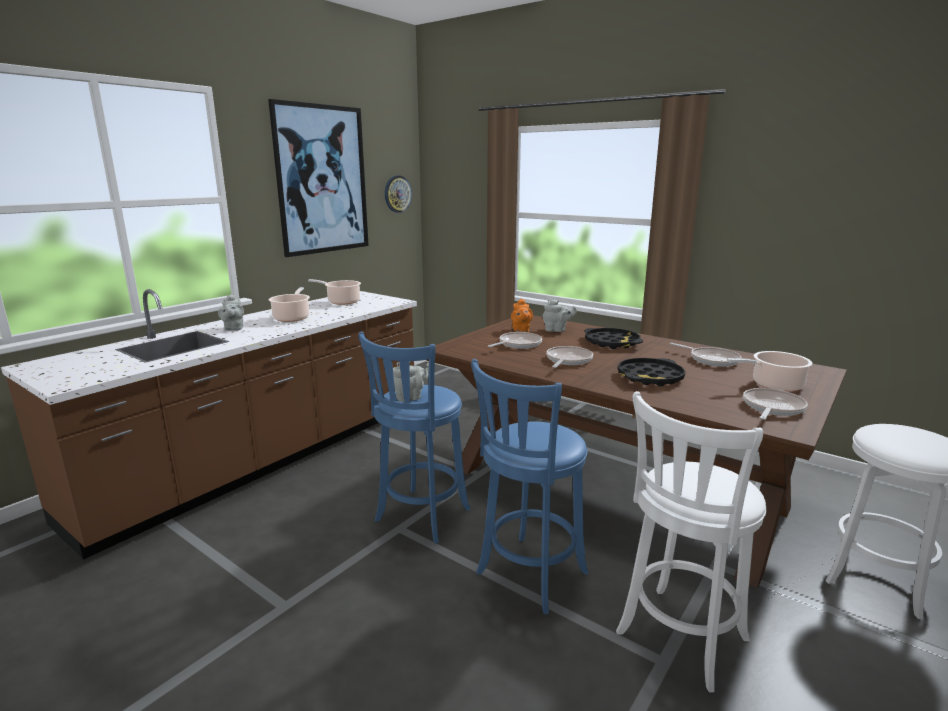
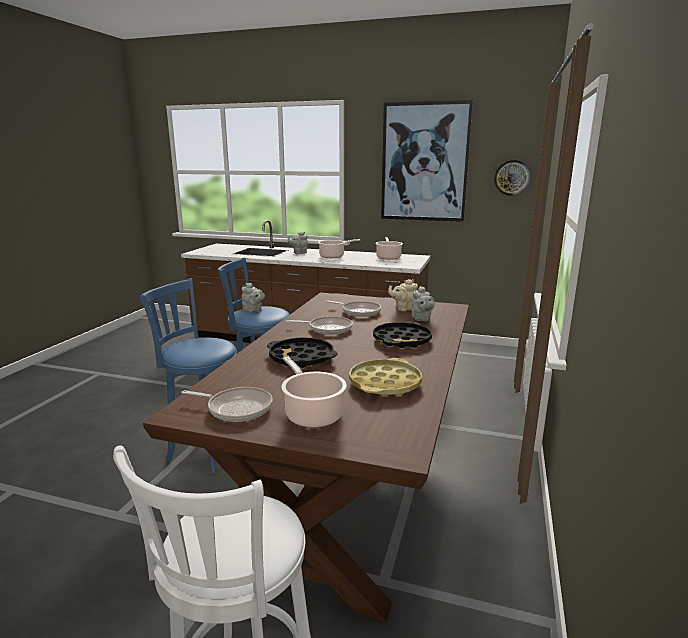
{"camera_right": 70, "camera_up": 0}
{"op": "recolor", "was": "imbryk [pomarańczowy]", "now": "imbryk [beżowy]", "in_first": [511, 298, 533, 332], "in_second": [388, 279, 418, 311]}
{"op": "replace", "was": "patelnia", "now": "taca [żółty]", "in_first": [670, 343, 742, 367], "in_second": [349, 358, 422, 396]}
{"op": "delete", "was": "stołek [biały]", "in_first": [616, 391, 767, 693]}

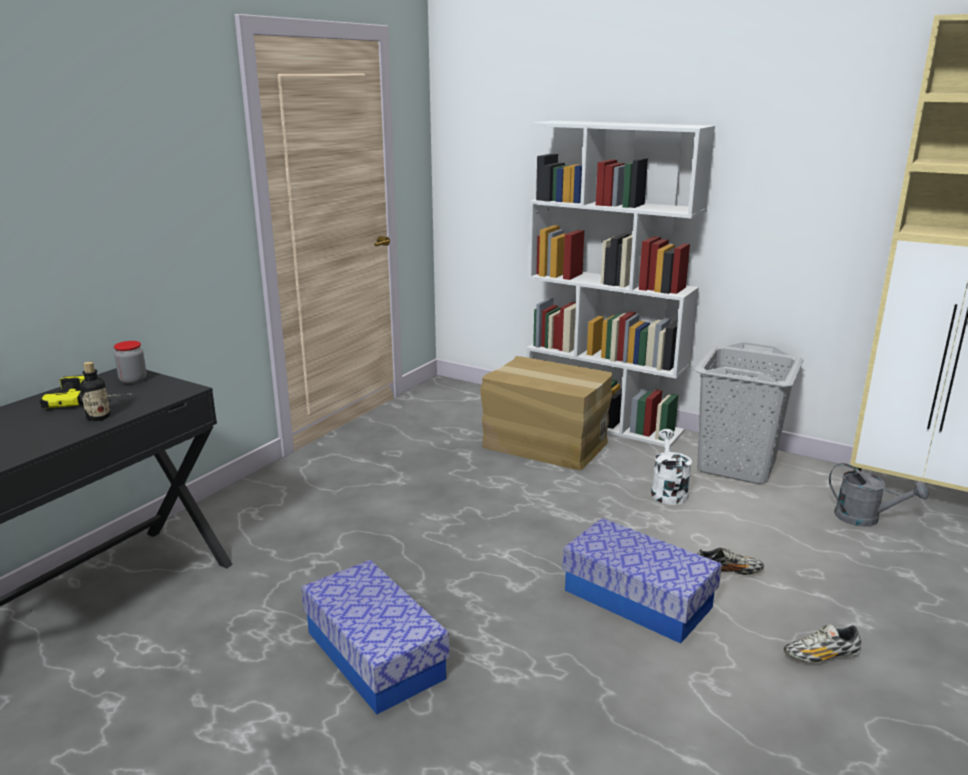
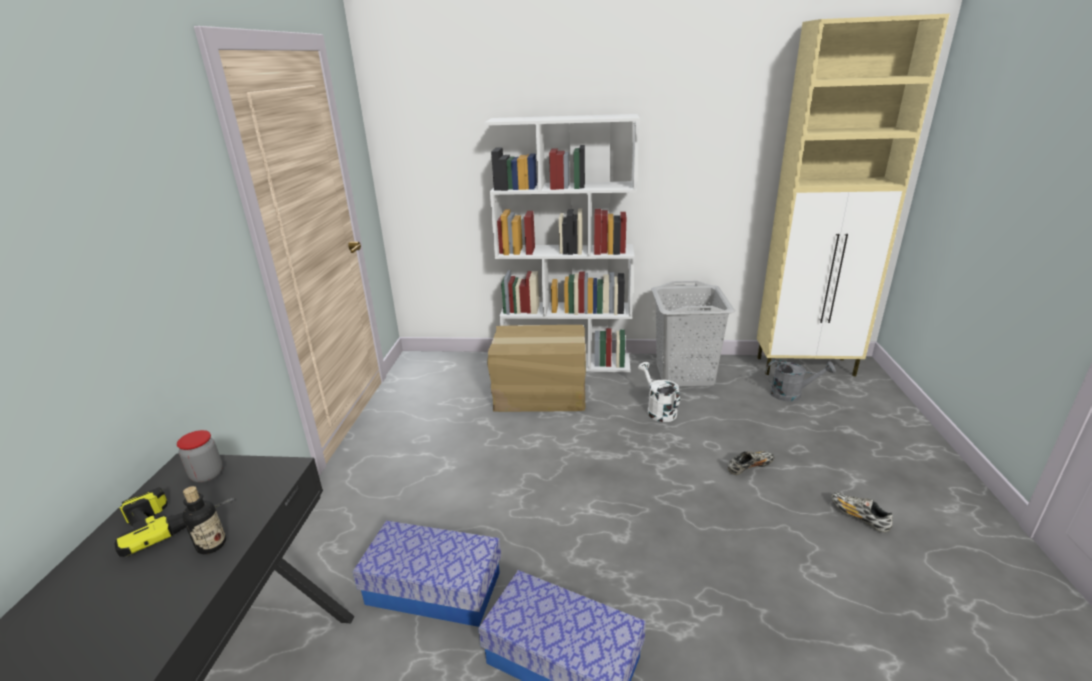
{"camera_right": -25, "camera_up": 5}
{"op": "move", "was": "pojemnik do przechowywania", "in_first": [562, 518, 722, 644], "in_second": [353, 521, 501, 627]}
{"op": "rotate", "was": "but", "in_first": [784, 624, 861, 663], "in_second": [831, 492, 893, 532], "clockwise": 90}

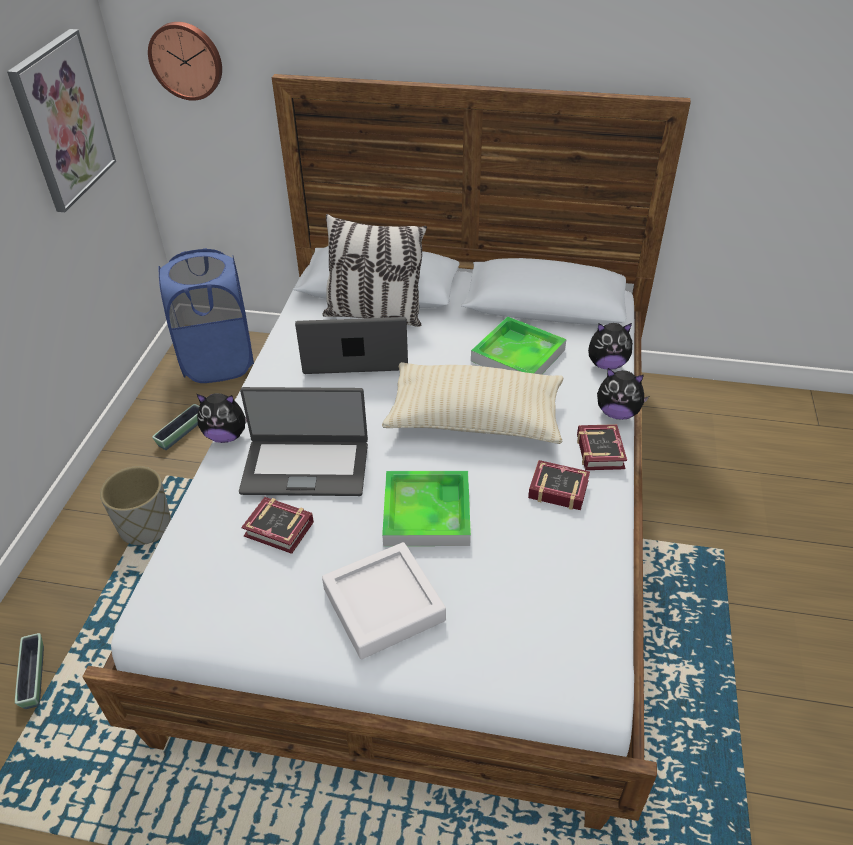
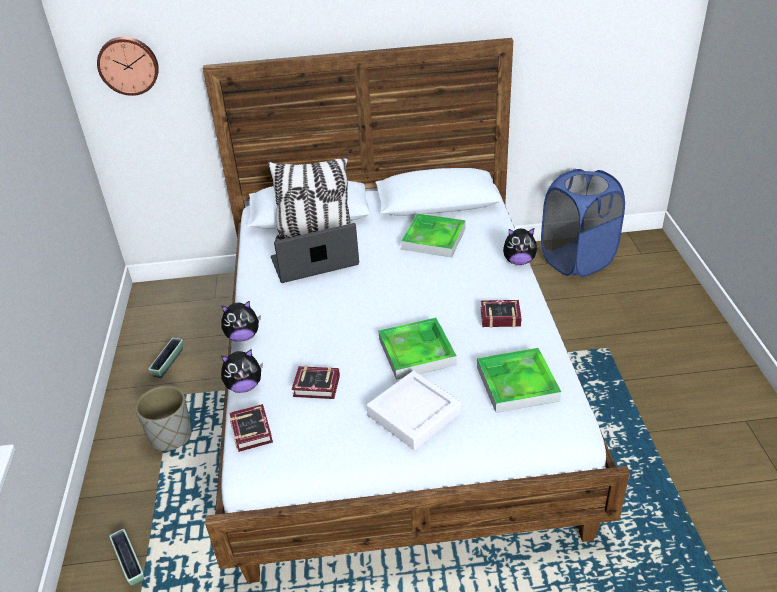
{"camera_right": -15, "camera_up": -5}
{"op": "delete", "was": "obraz", "in_first": [7, 29, 116, 212]}
{"op": "move", "was": "kosz na pranie [niebieski]", "in_first": [159, 248, 254, 383], "in_second": [541, 169, 625, 277]}
{"op": "move", "was": "pluszak", "in_first": [588, 323, 633, 370], "in_second": [221, 349, 263, 393]}
{"op": "delete", "was": "poduszka [beżowy]", "in_first": [382, 362, 563, 444]}
{"op": "delete", "was": "laptop", "in_first": [239, 387, 368, 496]}
{"op": "move", "was": "książka", "in_first": [577, 424, 627, 470], "in_second": [230, 404, 273, 452]}
{"op": "insert", "now": "taca", "in_second": [477, 348, 561, 413]}

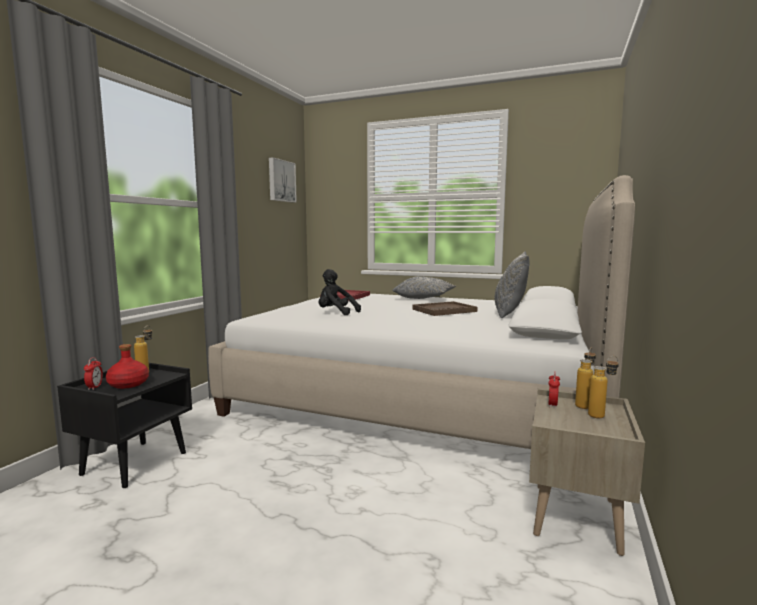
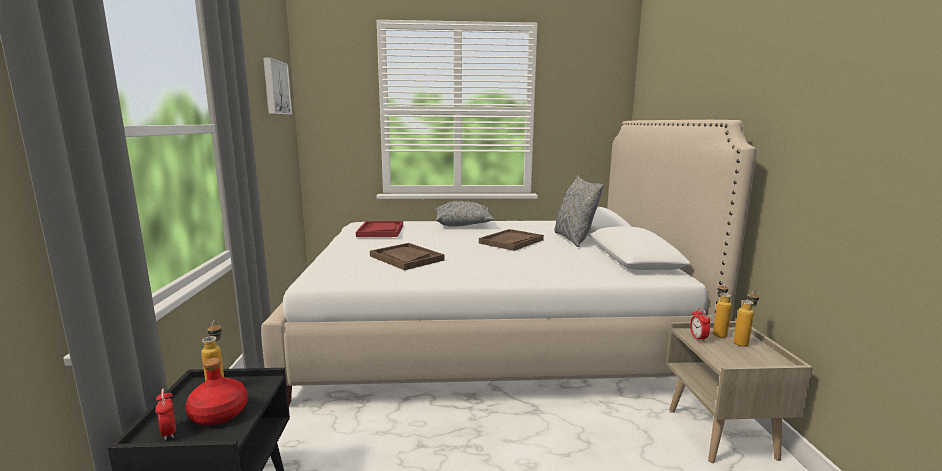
{"camera_right": -25, "camera_up": 5}
{"op": "replace", "was": "pluszak [czarny]", "now": "taca [brązowy]", "in_first": [319, 269, 361, 315], "in_second": [370, 243, 445, 270]}

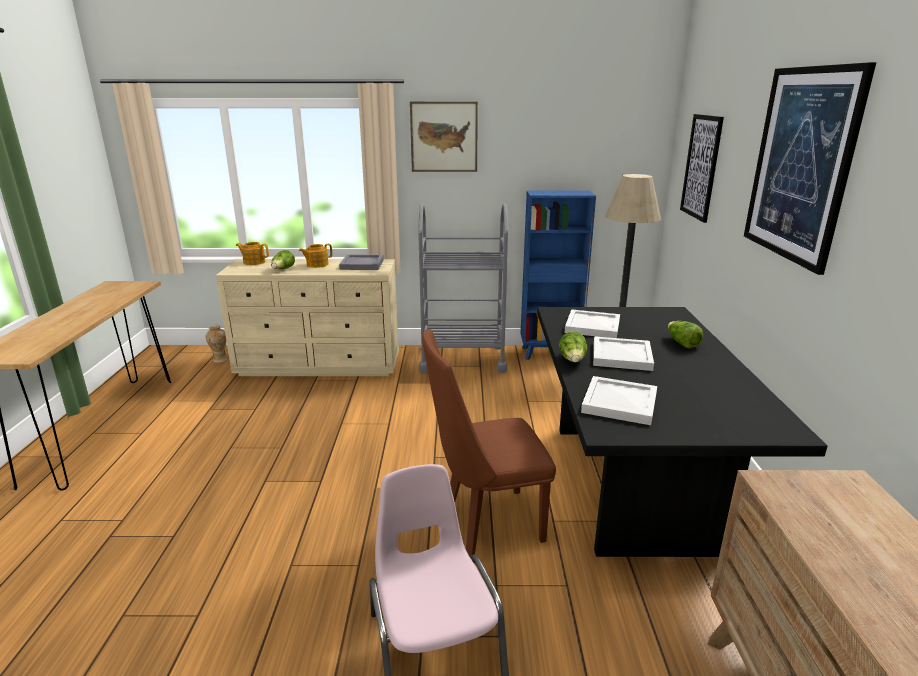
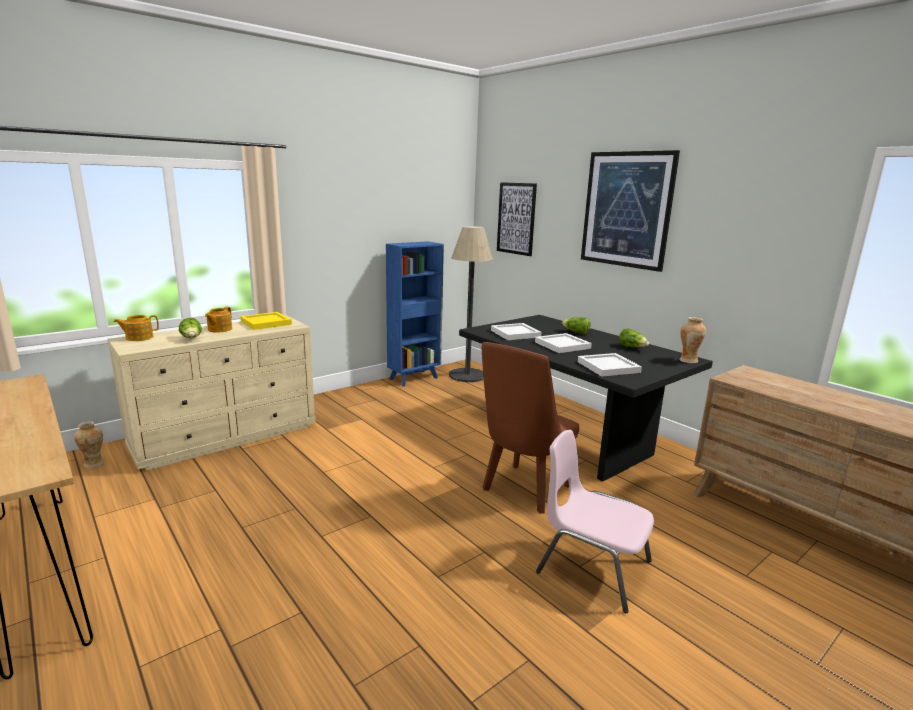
{"camera_right": -40, "camera_up": -5}
{"op": "delete", "was": "obraz", "in_first": [410, 102, 478, 172]}
{"op": "delete", "was": "wózek [szary]", "in_first": [418, 203, 508, 373]}
{"op": "recolor", "was": "taca [szary]", "now": "taca [żółty]", "in_first": [339, 254, 384, 270], "in_second": [240, 312, 292, 330]}
{"op": "move", "was": "sałata", "in_first": [559, 331, 588, 363], "in_second": [619, 328, 649, 347]}
{"op": "insert", "now": "wazon", "in_second": [679, 317, 706, 363]}

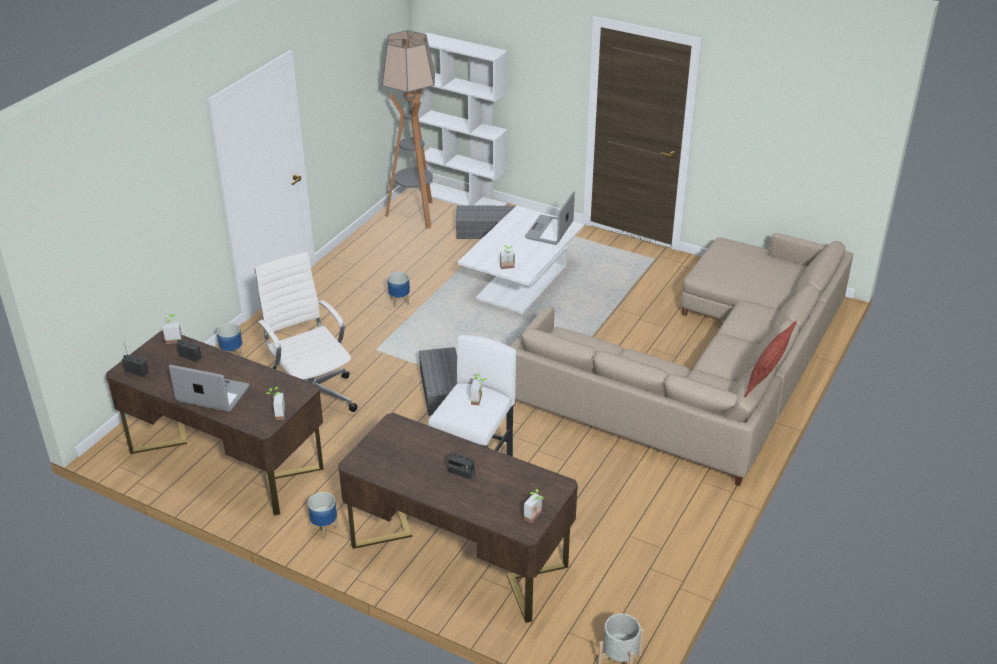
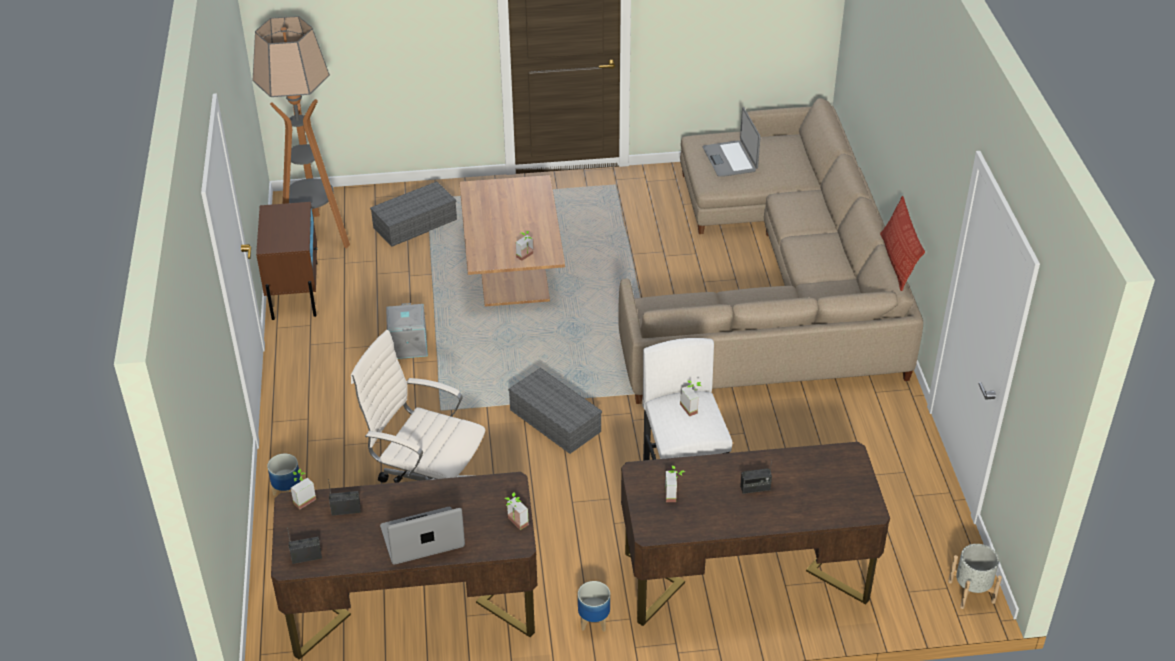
{"camera_right": -35, "camera_up": 5}
{"op": "delete", "was": "regał [biały]", "in_first": [415, 32, 508, 206]}
{"op": "move", "was": "laptop", "in_first": [525, 191, 575, 245], "in_second": [703, 107, 761, 177]}
{"op": "recolor", "was": "ława [biały]", "now": "ława [brązowy]", "in_first": [458, 206, 584, 314], "in_second": [459, 175, 565, 307]}
{"op": "replace", "was": "donica", "now": "pojemnik do przechowywania [szary]", "in_first": [387, 272, 410, 308], "in_second": [386, 303, 428, 359]}
{"op": "move", "was": "roślina doniczkowa", "in_first": [524, 489, 544, 523], "in_second": [665, 465, 685, 502]}
{"op": "insert", "now": "szafka nocna [brązowy]", "in_second": [256, 202, 317, 320]}

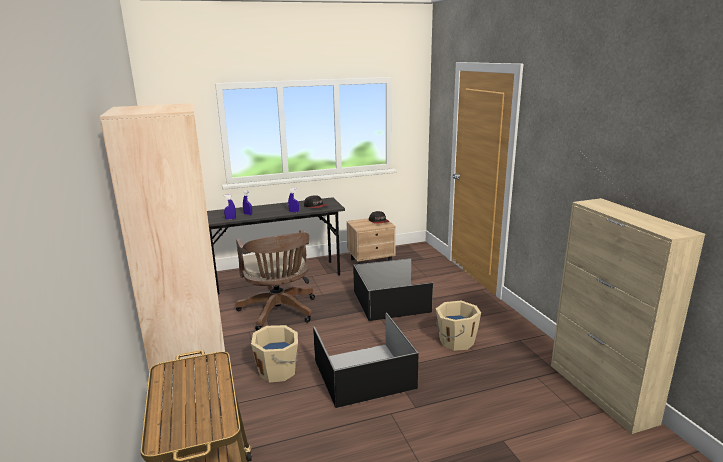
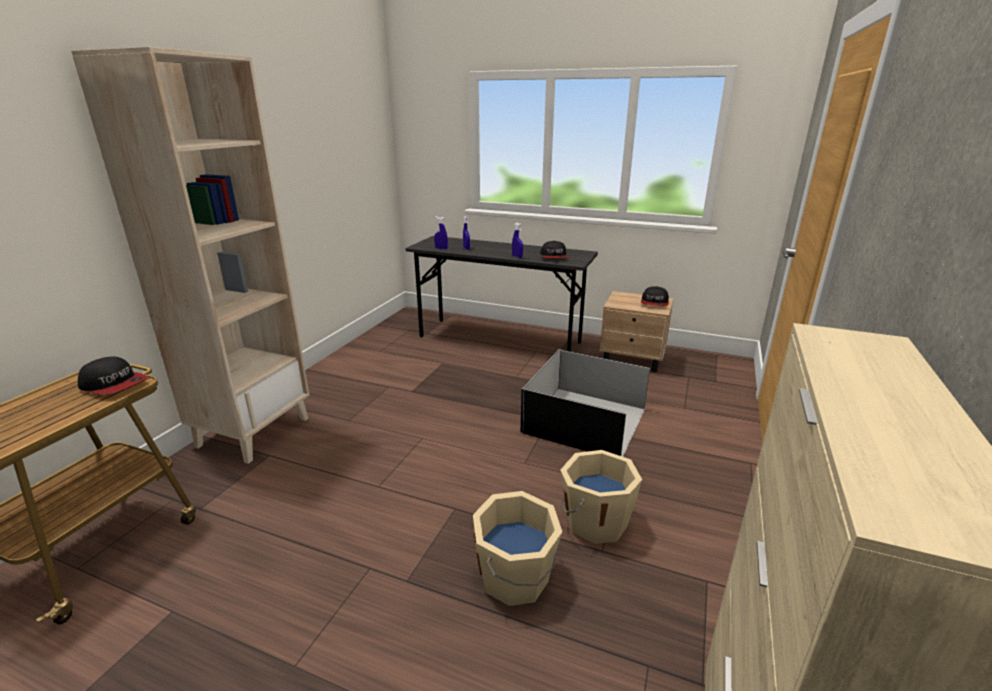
{"camera_right": 40, "camera_up": 5}
{"op": "delete", "was": "krzesło biurowe [brązowy]", "in_first": [235, 230, 315, 330]}
{"op": "delete", "was": "pojemnik do przechowywania [czarny]", "in_first": [313, 313, 419, 408]}
{"op": "move", "was": "wiadro [beżowy]", "in_first": [251, 325, 298, 383], "in_second": [473, 491, 562, 606]}
{"op": "insert", "now": "czapka z daszkiem", "in_second": [78, 357, 148, 395]}

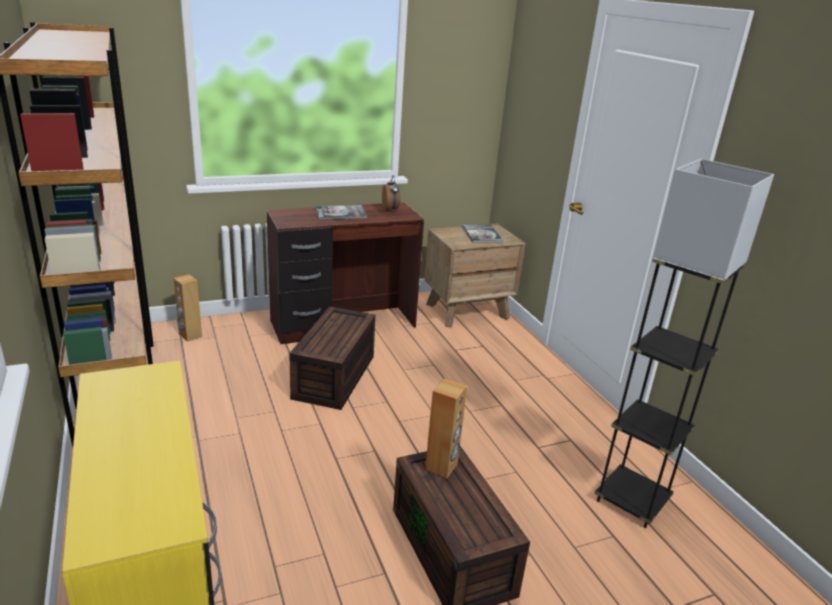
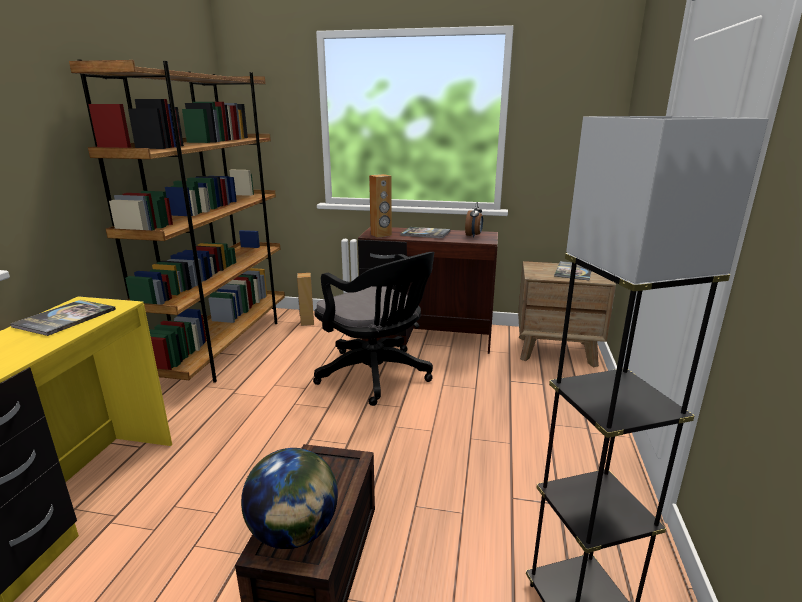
{"camera_right": 35, "camera_up": -5}
{"op": "replace", "was": "pojemnik do przechowywania [brązowy]", "now": "krzesło biurowe [czarny]", "in_first": [289, 306, 376, 410], "in_second": [313, 252, 434, 406]}
{"op": "move", "was": "głośnik [brązowy]", "in_first": [425, 379, 467, 479], "in_second": [369, 174, 392, 238]}
{"op": "insert", "now": "książka", "in_second": [11, 300, 116, 336]}
{"op": "insert", "now": "globus", "in_second": [241, 448, 338, 549]}

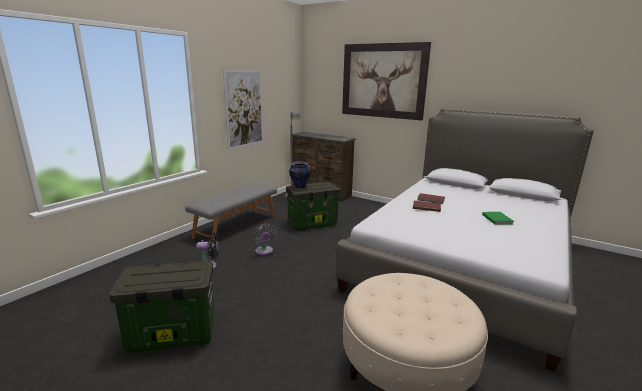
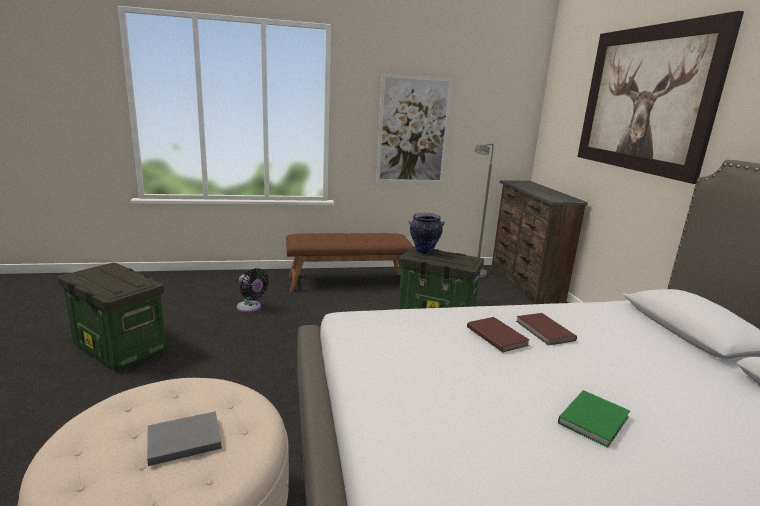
{"camera_right": 45, "camera_up": 0}
{"op": "recolor", "was": "ławka [szary]", "now": "ławka [brązowy]", "in_first": [185, 183, 277, 243], "in_second": [286, 233, 413, 292]}
{"op": "delete", "was": "wentylator [szary]", "in_first": [253, 224, 277, 255]}
{"op": "insert", "now": "książka [szary]", "in_second": [147, 411, 222, 466]}

